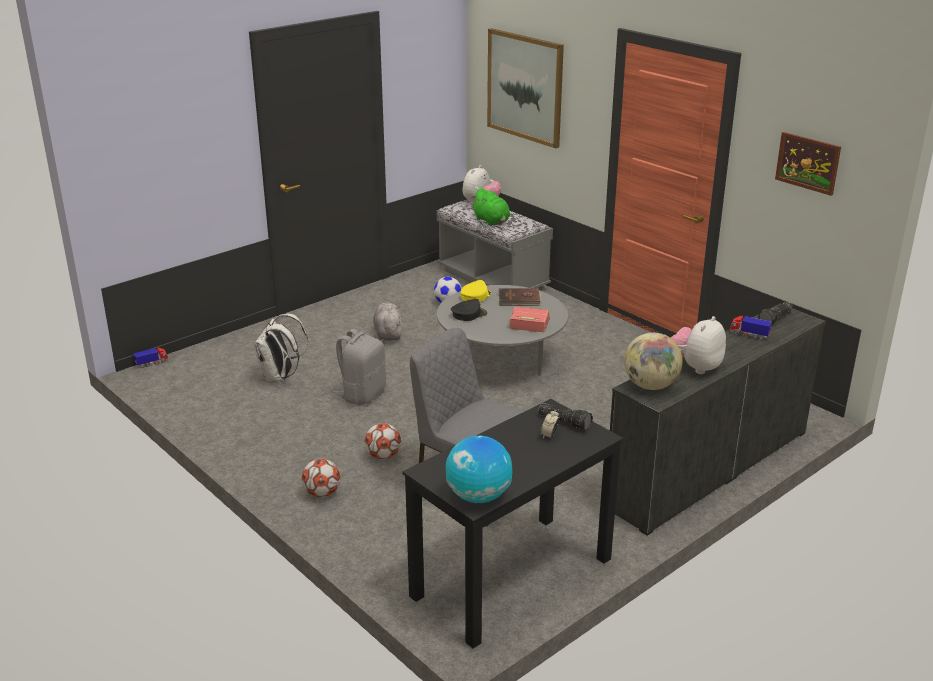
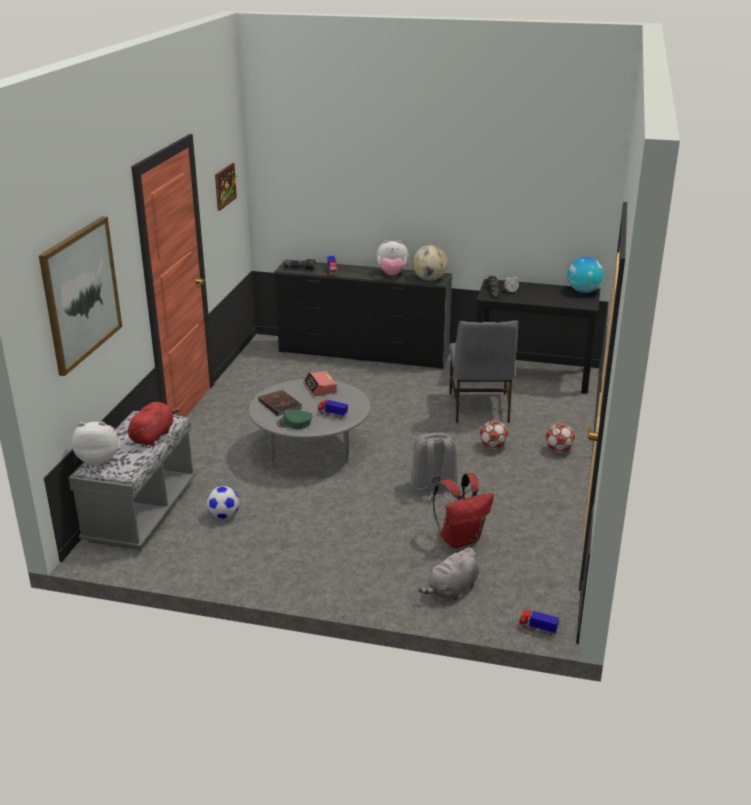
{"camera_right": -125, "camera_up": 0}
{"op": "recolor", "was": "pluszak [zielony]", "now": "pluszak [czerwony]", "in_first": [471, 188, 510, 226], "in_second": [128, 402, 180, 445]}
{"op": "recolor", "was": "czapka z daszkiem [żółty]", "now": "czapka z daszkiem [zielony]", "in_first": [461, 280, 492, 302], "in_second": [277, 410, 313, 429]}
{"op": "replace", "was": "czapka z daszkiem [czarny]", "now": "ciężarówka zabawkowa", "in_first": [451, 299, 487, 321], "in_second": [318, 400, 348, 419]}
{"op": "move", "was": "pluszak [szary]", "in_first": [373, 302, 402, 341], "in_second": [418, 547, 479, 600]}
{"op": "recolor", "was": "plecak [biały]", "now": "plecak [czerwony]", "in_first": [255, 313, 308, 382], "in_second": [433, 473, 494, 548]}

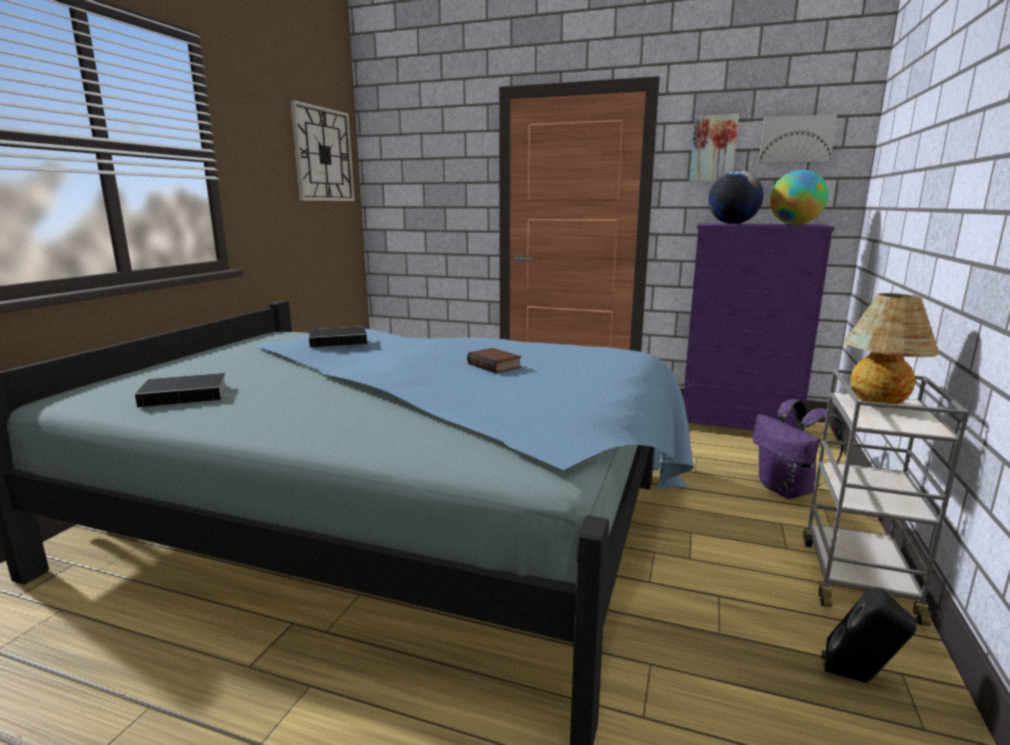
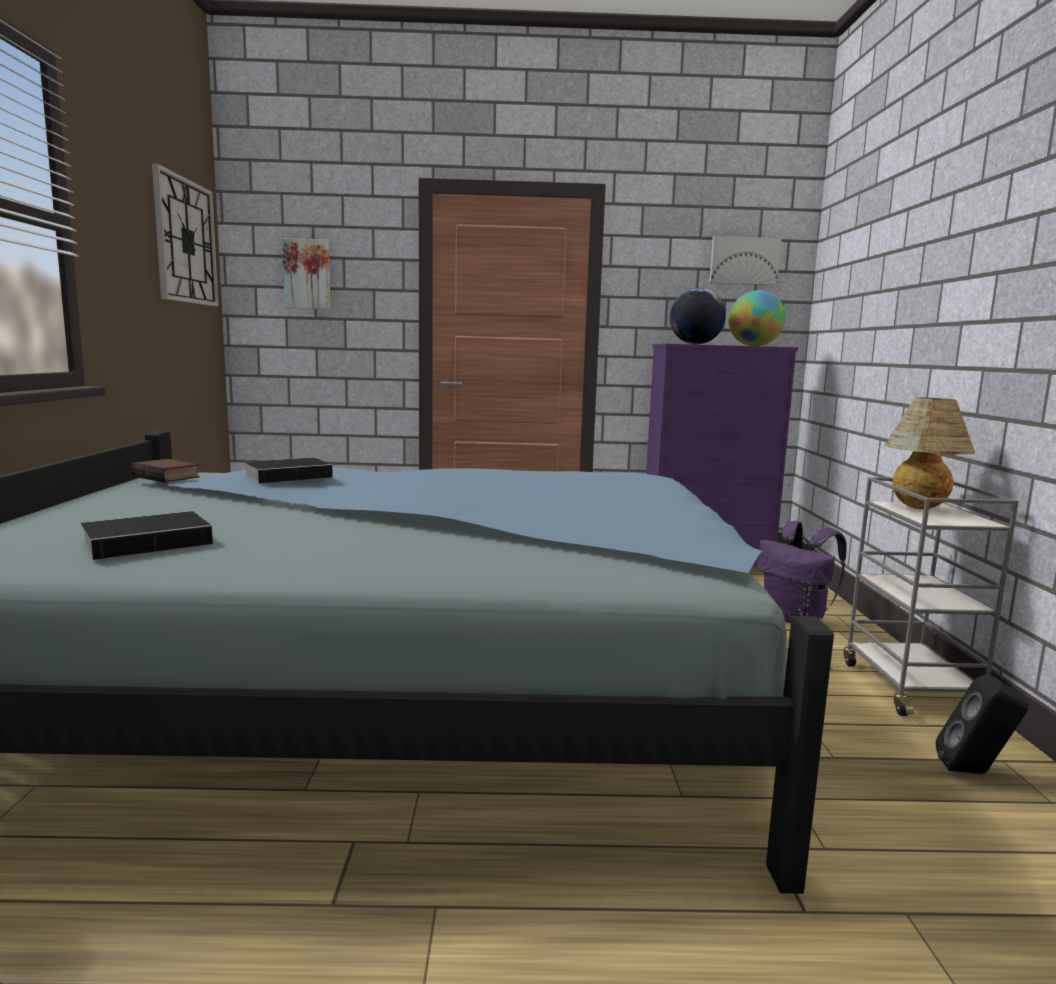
{"camera_right": -20, "camera_up": -5}
{"op": "move", "was": "obraz", "in_first": [690, 114, 739, 182], "in_second": [282, 238, 330, 309]}
{"op": "move", "was": "książka", "in_first": [467, 348, 521, 373], "in_second": [131, 459, 200, 483]}

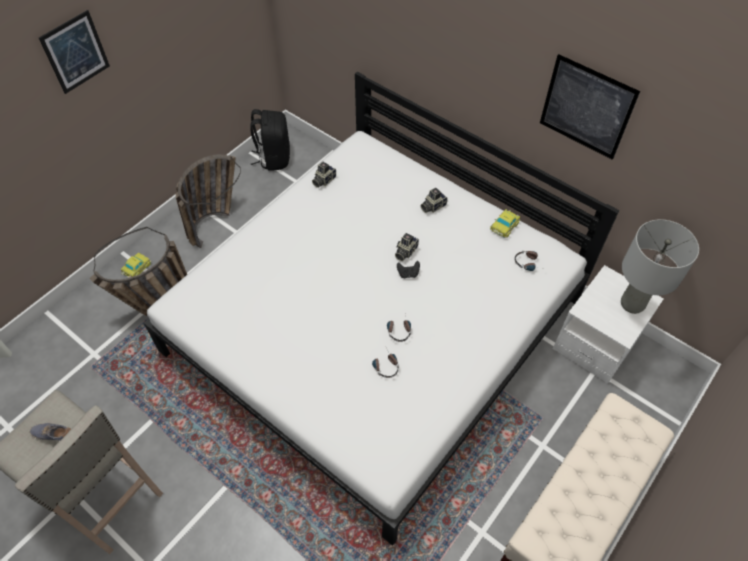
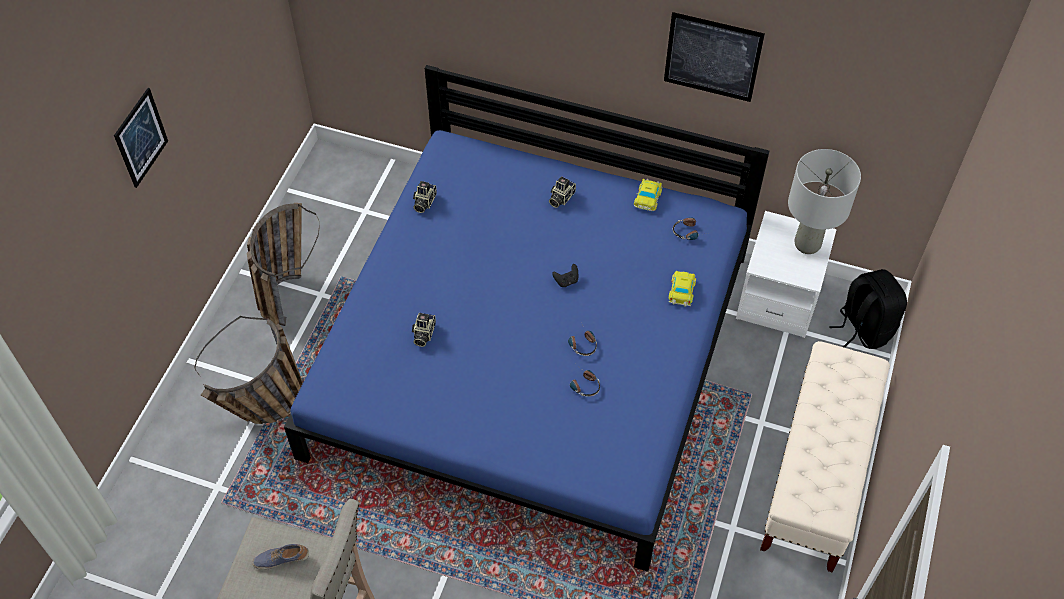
{"camera_right": -20, "camera_up": 0}
{"op": "recolor", "was": "łóżko [biały]", "now": "łóżko [niebieski]", "in_first": [144, 72, 619, 546], "in_second": [284, 65, 769, 572]}
{"op": "move", "was": "plecak [czarny]", "in_first": [250, 109, 290, 171], "in_second": [829, 269, 907, 349]}
{"op": "move", "was": "aparat fotograficzny", "in_first": [395, 233, 419, 261], "in_second": [412, 313, 436, 347]}
{"op": "move", "was": "samochodzik", "in_first": [121, 253, 151, 278], "in_second": [669, 271, 696, 306]}

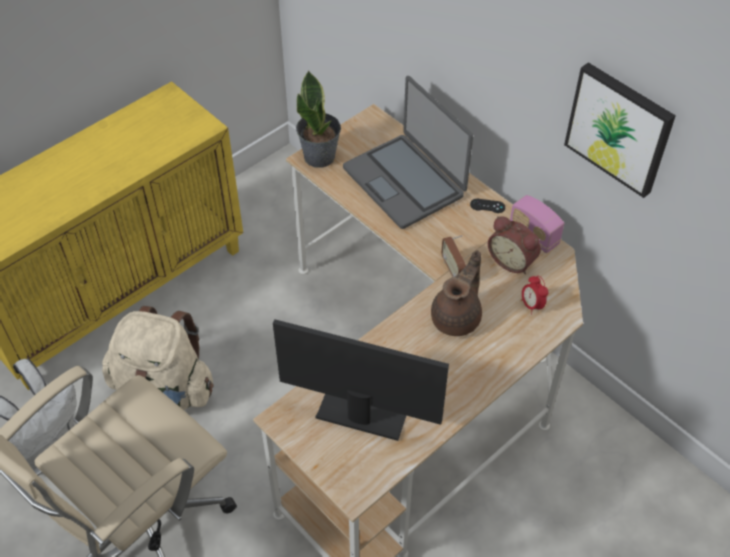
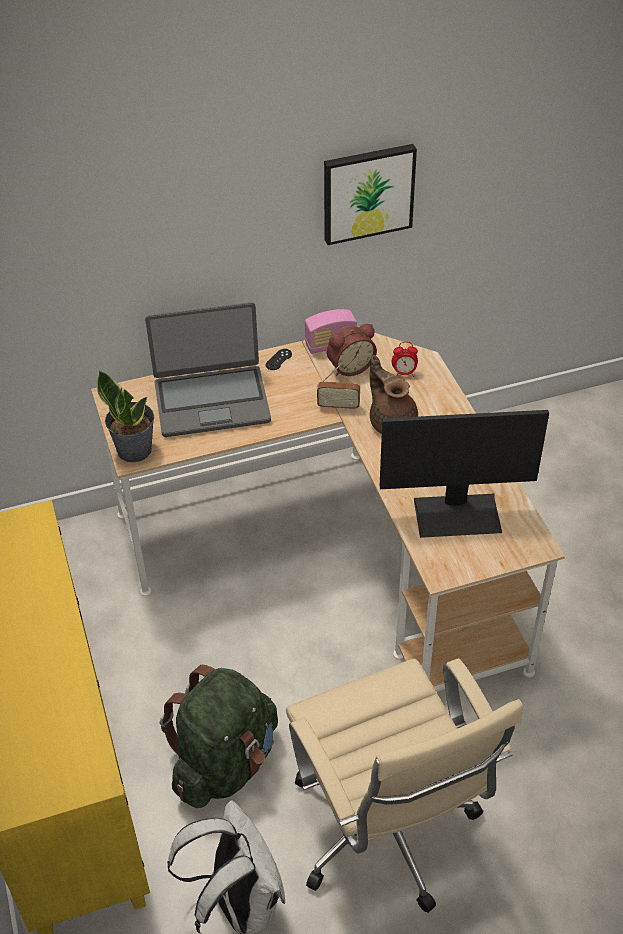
{"camera_right": -65, "camera_up": -5}
{"op": "recolor", "was": "plecak [beżowy]", "now": "plecak [zielony]", "in_first": [102, 306, 214, 410], "in_second": [160, 665, 278, 808]}
{"op": "rotate", "was": "monitor", "in_first": [273, 319, 449, 441], "in_second": [380, 410, 549, 538], "clockwise": -135}

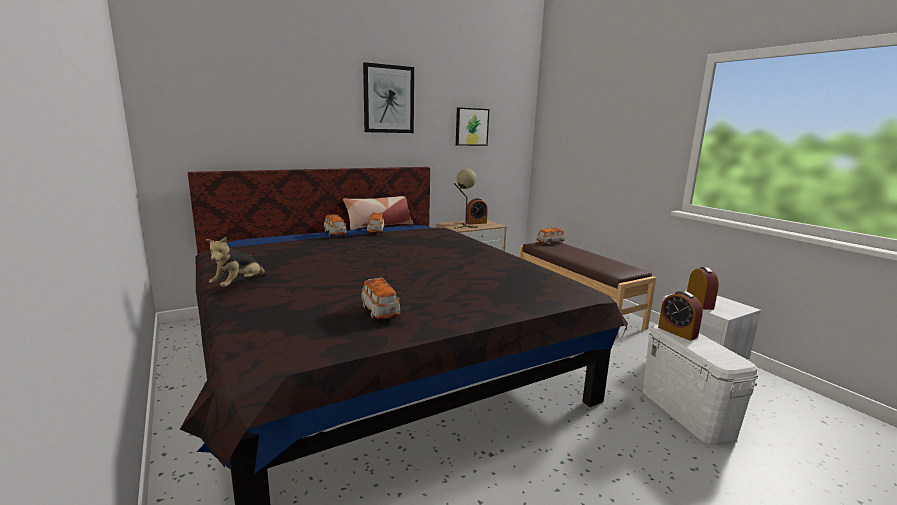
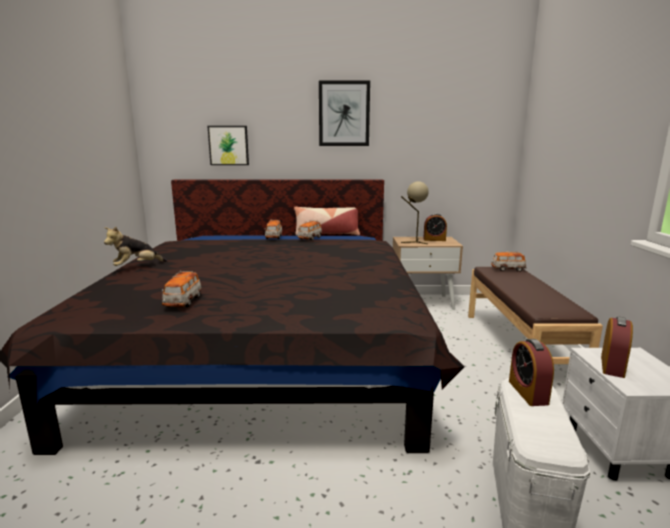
{"camera_right": 30, "camera_up": 0}
{"op": "move", "was": "obraz", "in_first": [456, 108, 489, 146], "in_second": [208, 126, 249, 165]}

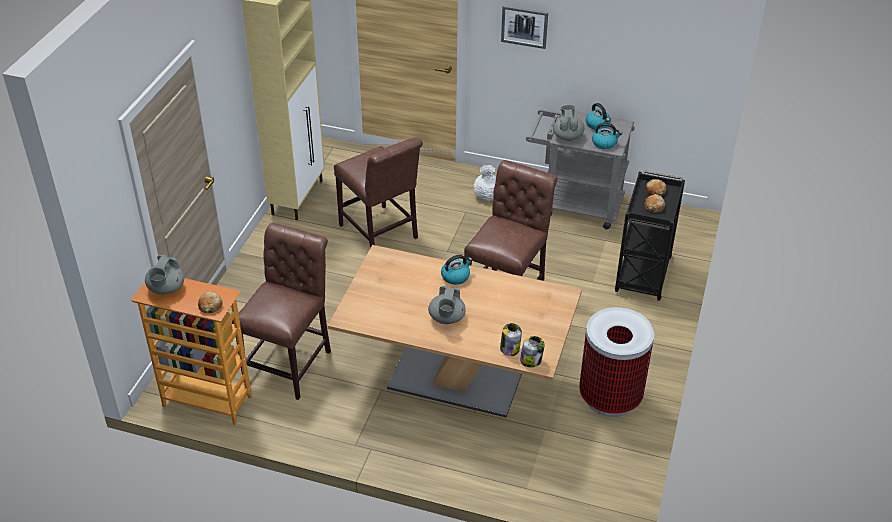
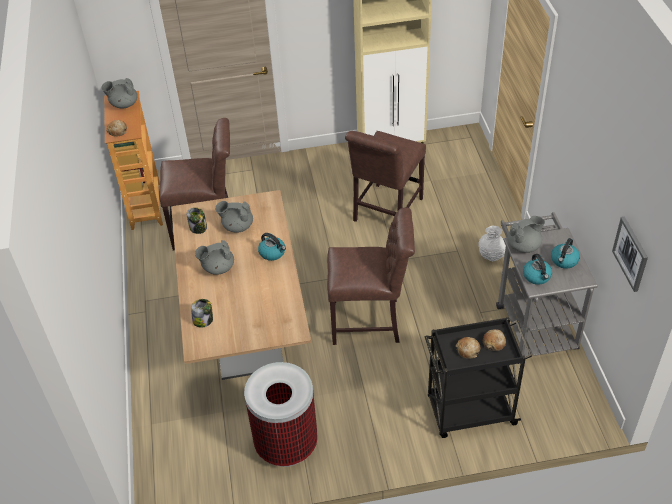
{"camera_right": 65, "camera_up": 5}
{"op": "move", "was": "obraz", "in_first": [501, 5, 548, 49], "in_second": [612, 216, 648, 292]}
{"op": "move", "was": "słoik", "in_first": [520, 336, 545, 367], "in_second": [187, 207, 207, 234]}
{"op": "insert", "now": "imbryk [szary]", "in_second": [215, 201, 253, 233]}

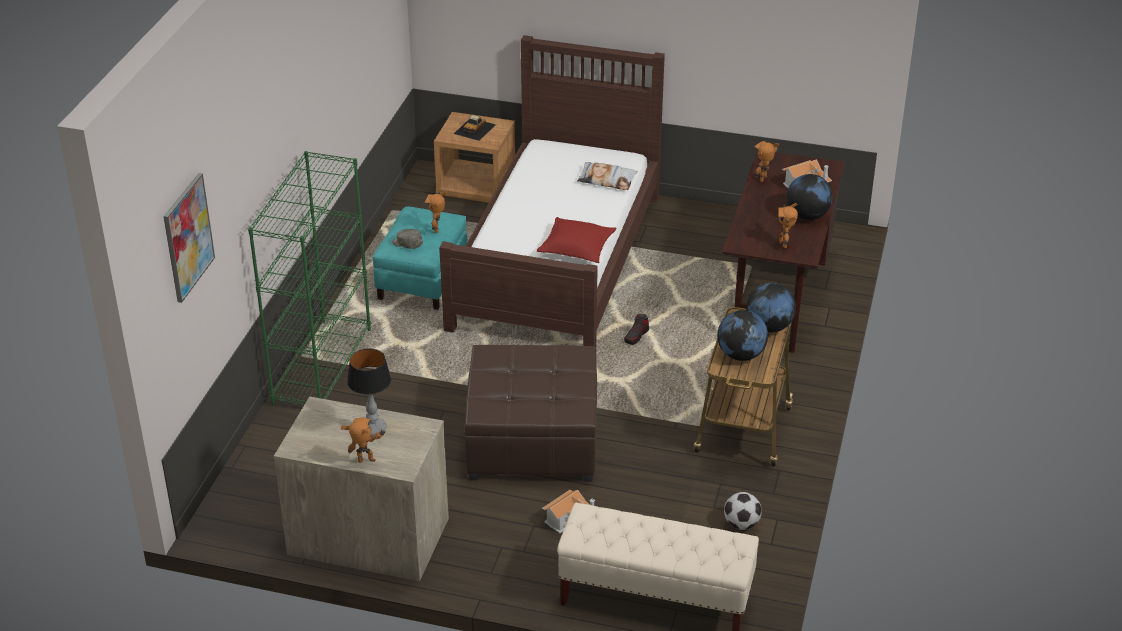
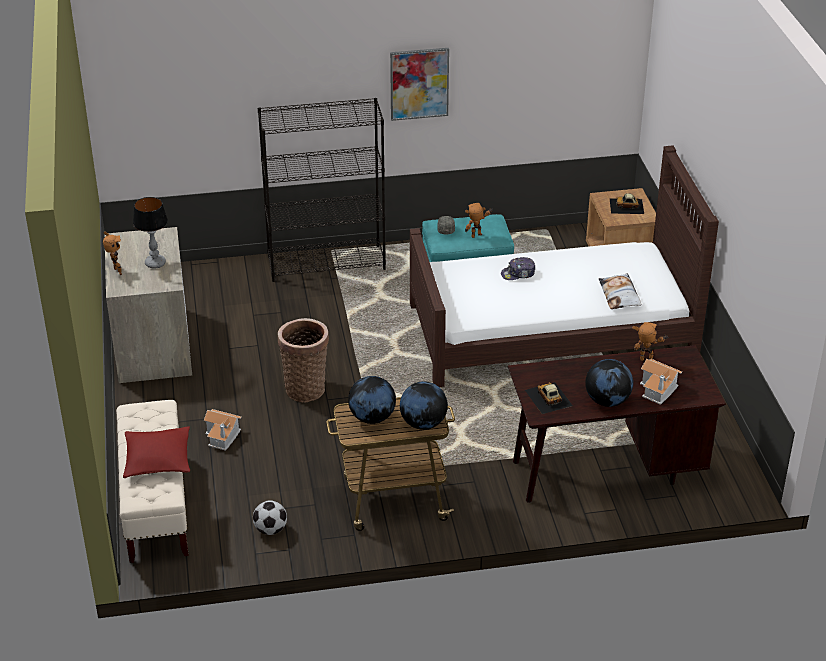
{"camera_right": 65, "camera_up": 0}
{"op": "recolor", "was": "regał [zielony]", "now": "regał [czarny]", "in_first": [248, 151, 371, 406], "in_second": [258, 98, 386, 282]}
{"op": "move", "was": "obraz", "in_first": [163, 173, 215, 303], "in_second": [390, 48, 449, 121]}
{"op": "replace", "was": "robot zabawkowy", "now": "samochodzik", "in_first": [778, 203, 798, 248], "in_second": [525, 382, 573, 414]}
{"op": "move", "was": "poduszka [czerwony]", "in_first": [537, 217, 616, 263], "in_second": [123, 426, 190, 478]}
{"op": "delete", "was": "but", "in_first": [624, 314, 649, 345]}
{"op": "replace", "was": "pufa [brązowy]", "now": "koszyk", "in_first": [465, 345, 597, 482], "in_second": [278, 318, 329, 402]}
{"op": "insert", "now": "czapka z daszkiem", "in_second": [501, 257, 535, 280]}

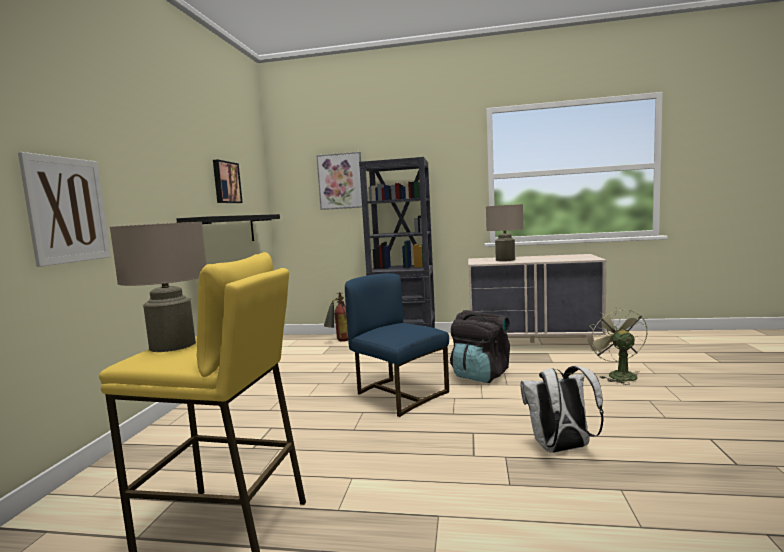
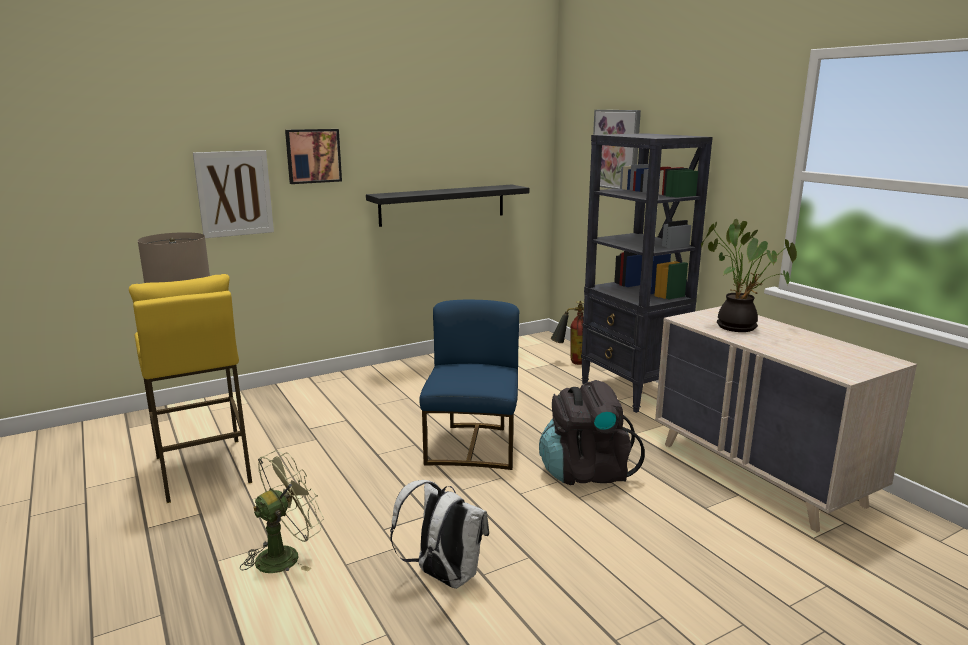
{"camera_right": 50, "camera_up": 10}
{"op": "move", "was": "obraz", "in_first": [213, 159, 243, 203], "in_second": [285, 129, 342, 184]}
{"op": "replace", "was": "lampa stołowa [beżowy]", "now": "roślina doniczkowa", "in_first": [486, 204, 523, 261], "in_second": [701, 219, 797, 332]}
{"op": "move", "was": "wentylator [zielony]", "in_first": [588, 306, 647, 385], "in_second": [240, 450, 324, 573]}

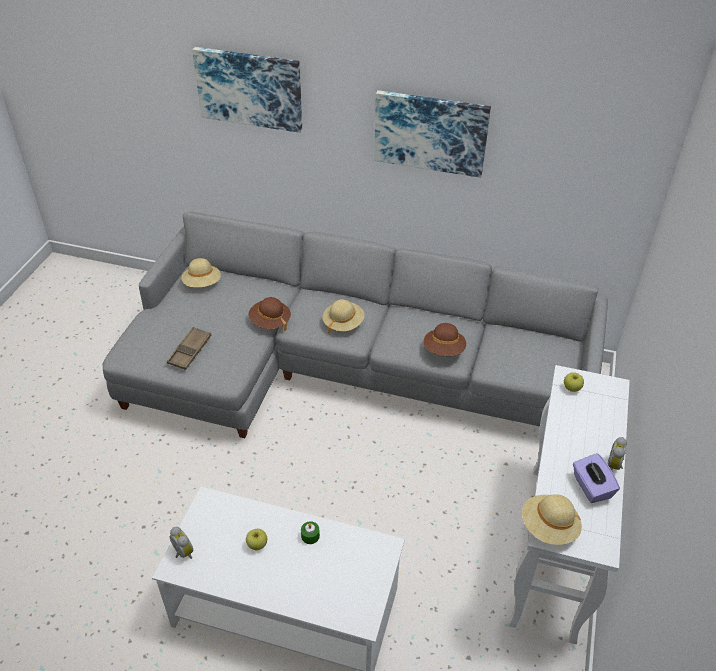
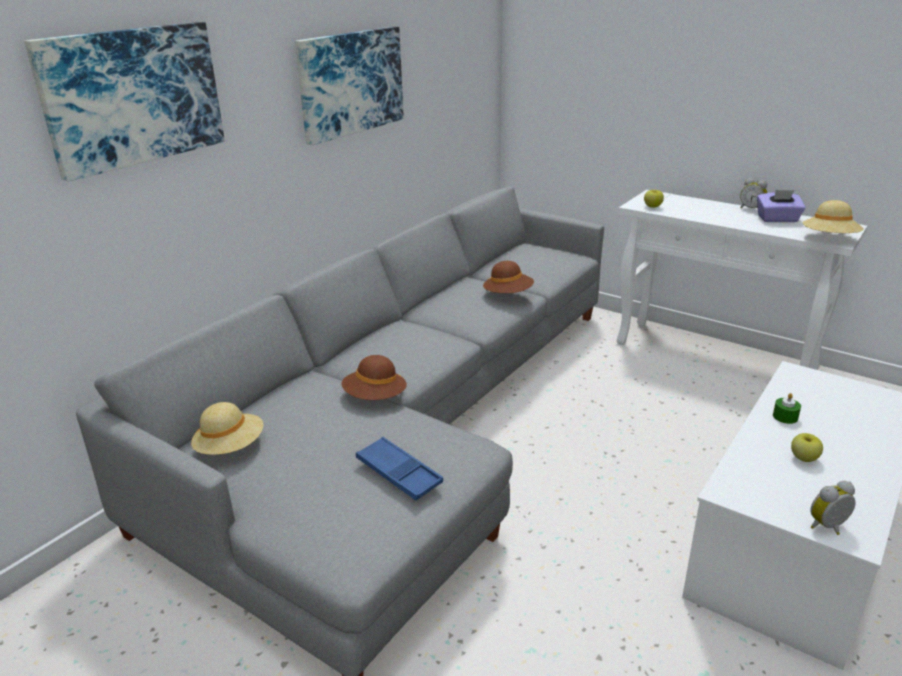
{"camera_right": -70, "camera_up": -15}
{"op": "delete", "was": "kapelusz [beżowy]", "in_first": [323, 299, 365, 334]}
{"op": "recolor", "was": "taca [brązowy]", "now": "taca [niebieski]", "in_first": [167, 327, 211, 370], "in_second": [356, 437, 443, 501]}

